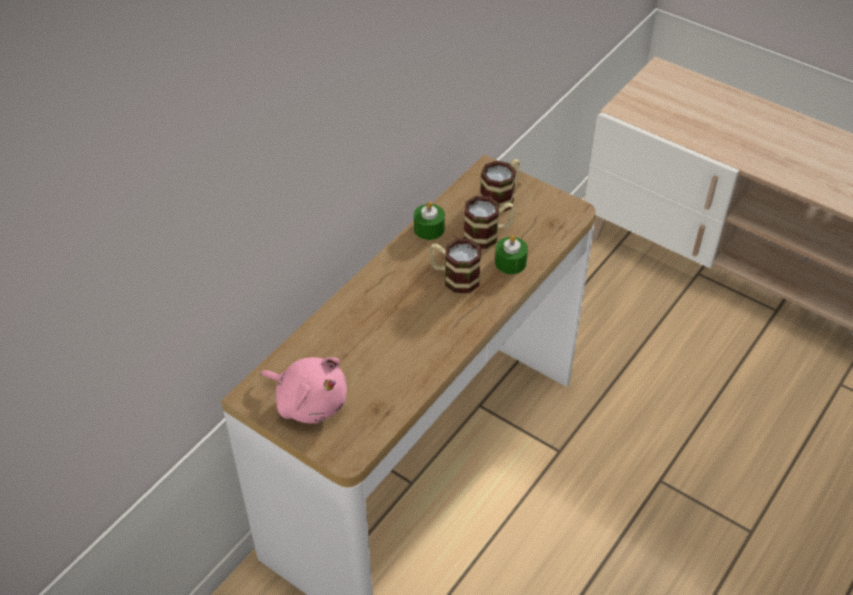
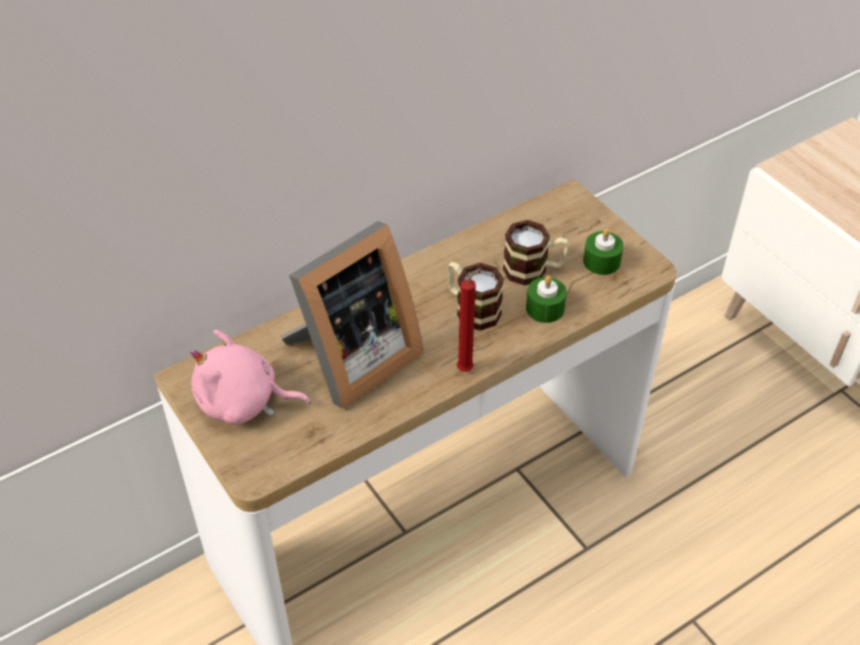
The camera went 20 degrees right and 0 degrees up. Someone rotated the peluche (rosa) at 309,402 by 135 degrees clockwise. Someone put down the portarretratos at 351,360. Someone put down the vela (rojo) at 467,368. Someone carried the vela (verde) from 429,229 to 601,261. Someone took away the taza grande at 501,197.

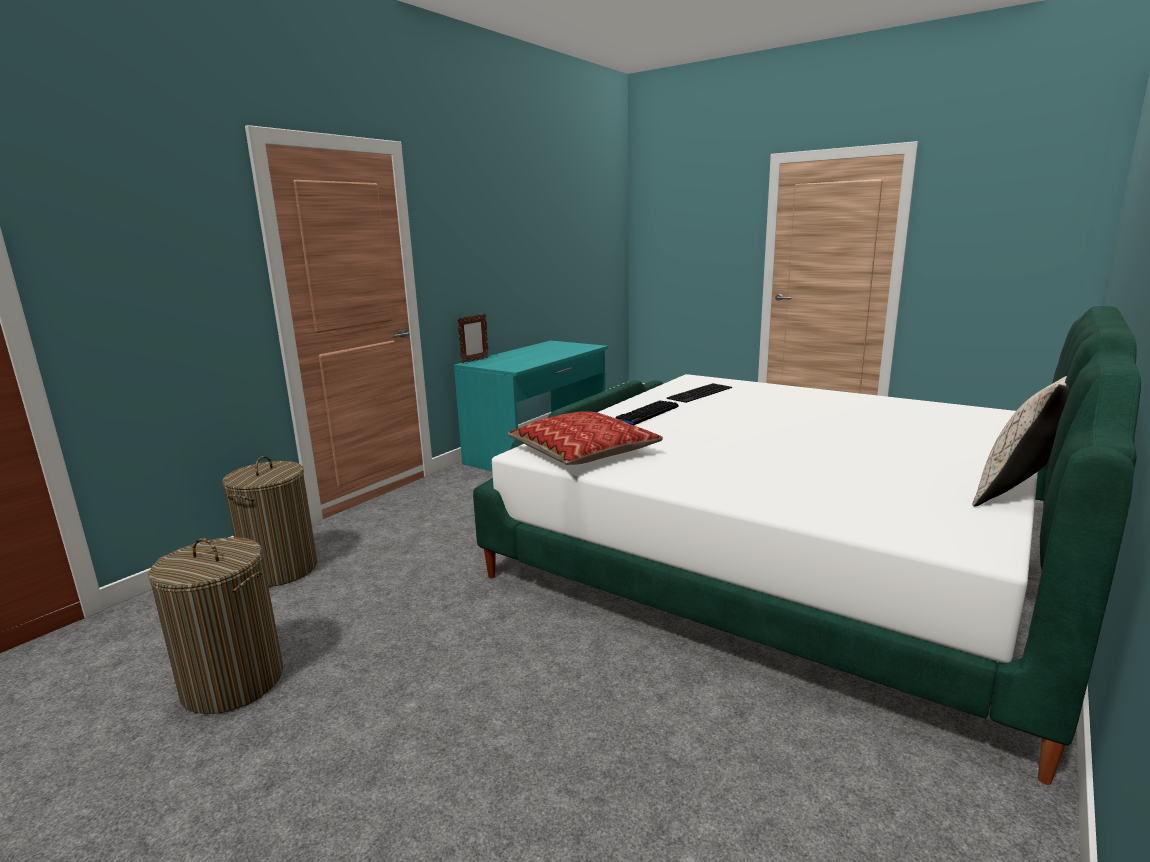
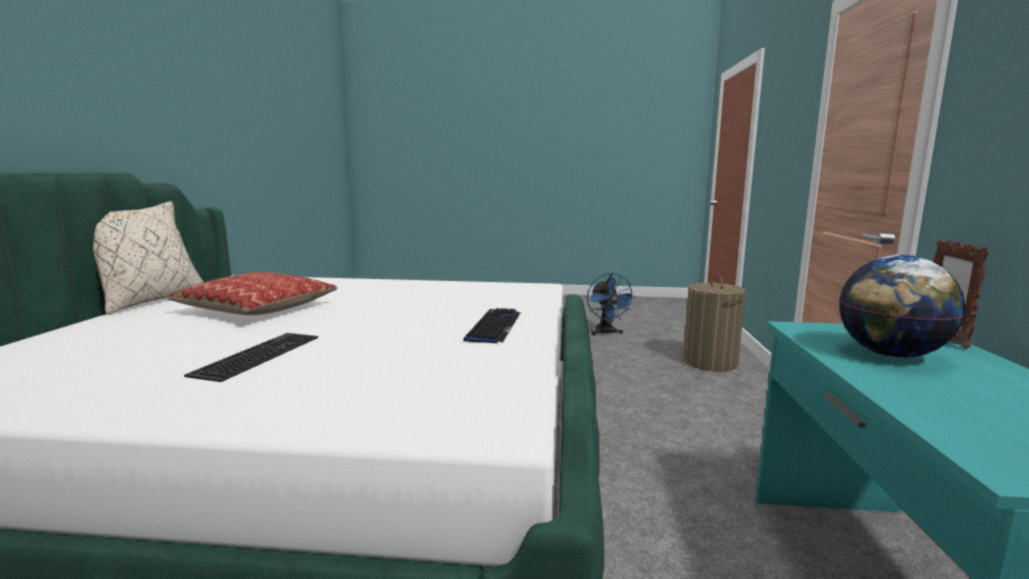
The camera went 150 degrees right and 5 degrees down. Someone carried the cojín from 583,452 to 257,308. Someone carried the teclado from 701,393 to 257,354. Someone swapped the cesto de la ropa at 232,682 for the ventilador (azul) at 606,333. Someone put down the globo terráqueo at 890,354.

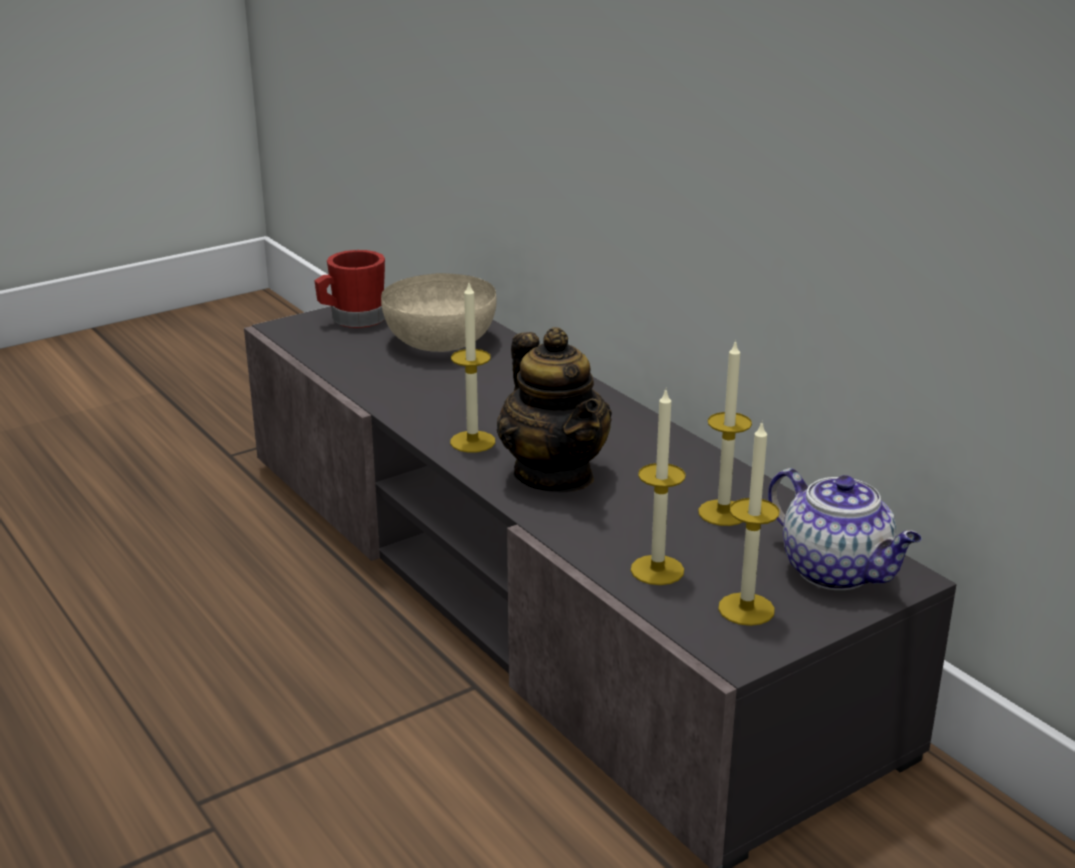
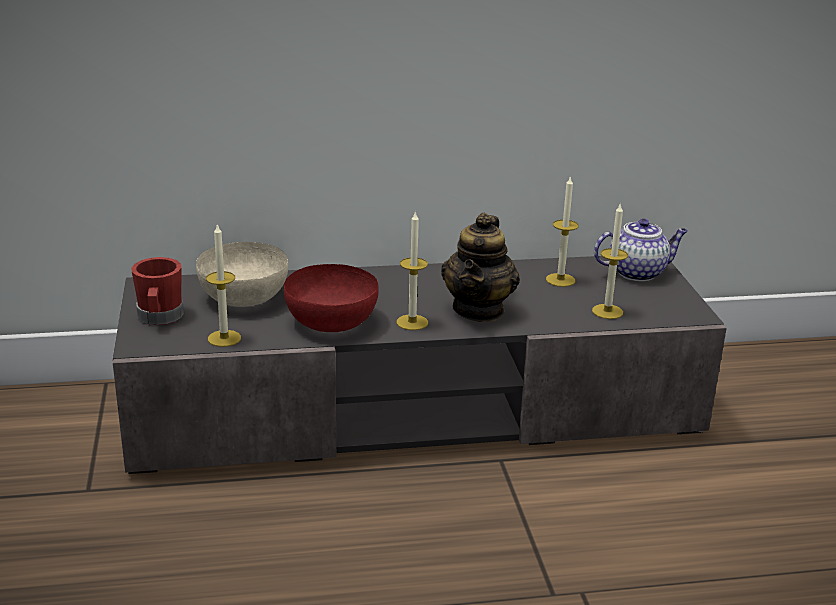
The camera went 65 degrees left and 0 degrees up. Someone carried the vela from 746,609 to 224,338. Someone put down the cuenco (rojo) at 330,321. Someone rotated the tetera at 554,475 by 105 degrees clockwise.

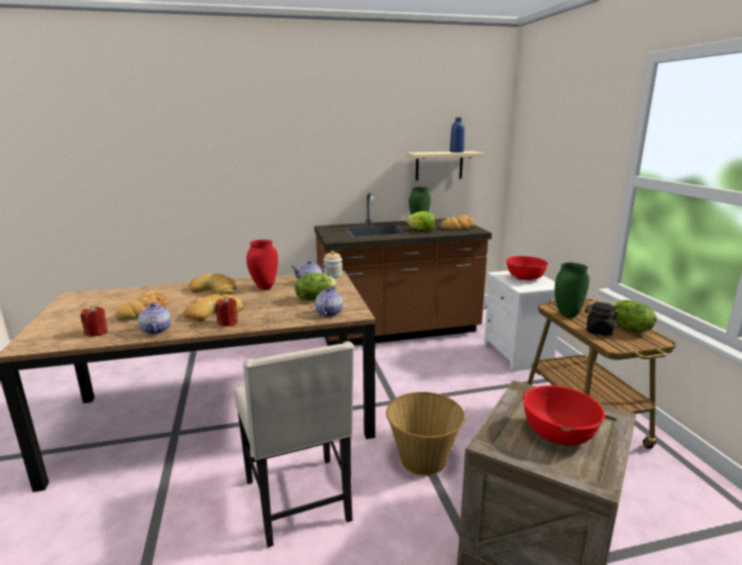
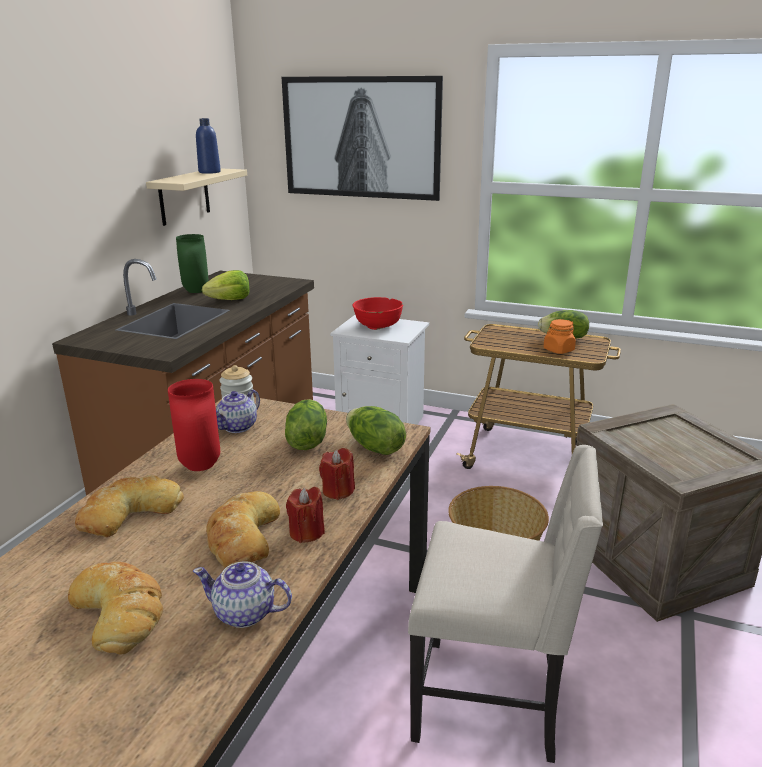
The camera went 55 degrees left and 5 degrees up. Someone put up the cuadro at 362,138. Someone carried the vela (rojo) from 96,333 to 338,491. Someone swapped the tetera at 328,313 for the lechuga at 374,448. Someone repainted the tarro (negro) at 598,331, which became the tarro (naranja) at 558,350. Someone took away the pan at 459,227. Someone took away the cuenco (rojo) at 558,434. Someone took away the florero (verde) at 568,315.

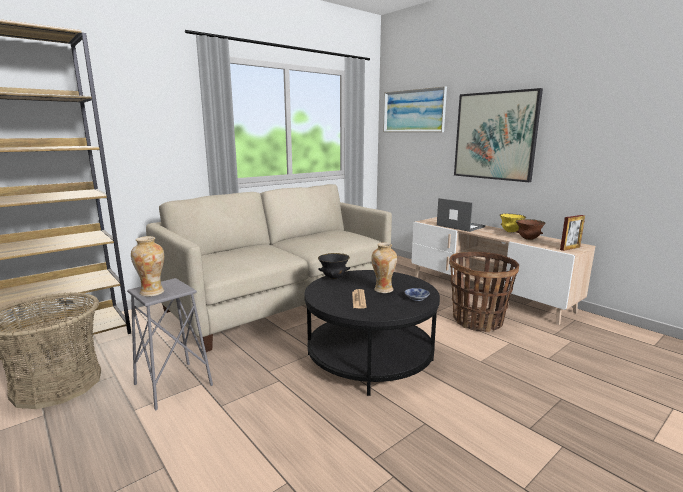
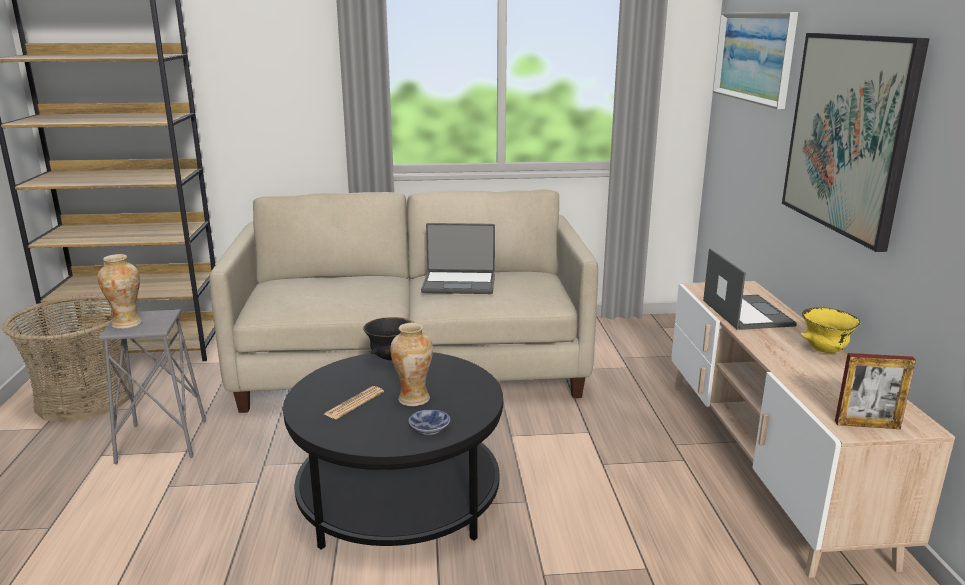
The camera went 35 degrees right and 5 degrees up. Someone put down the portátil at 459,284. Someone took away the cesta at 477,321. Someone took away the cuenco (marrón) at 528,239.

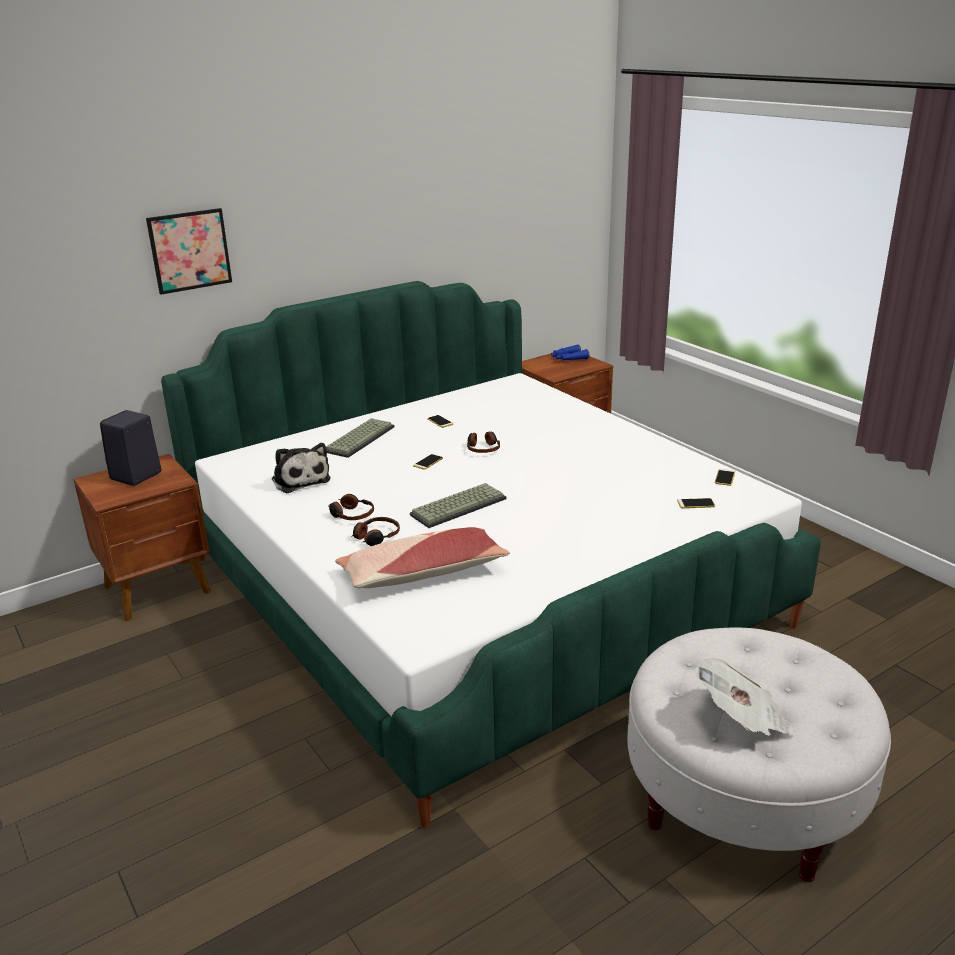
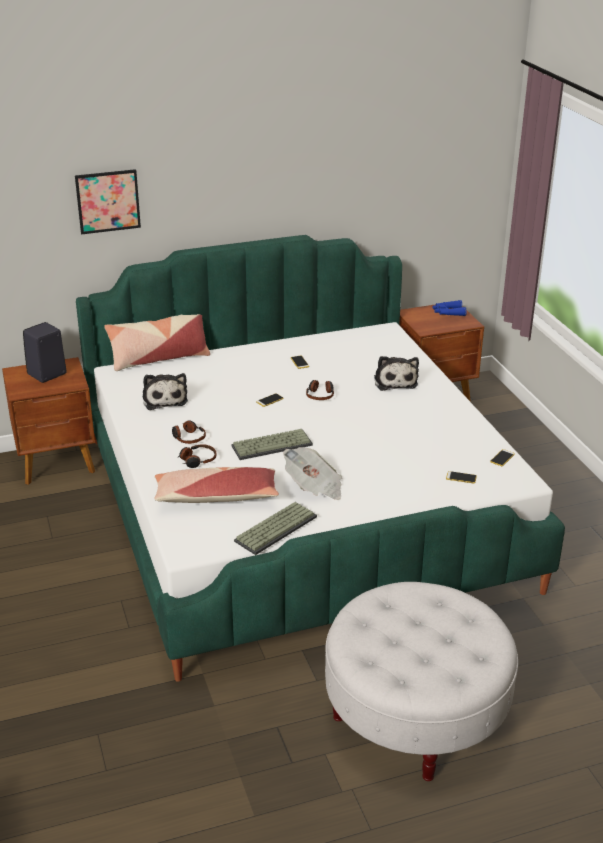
The camera went 15 degrees right and 5 degrees up. Someone put down the cojín at 159,358. Someone carried the teclado from 359,438 to 275,528. Someone carried the periódico from 742,719 to 314,487. Someone put down the peluche at 395,381.

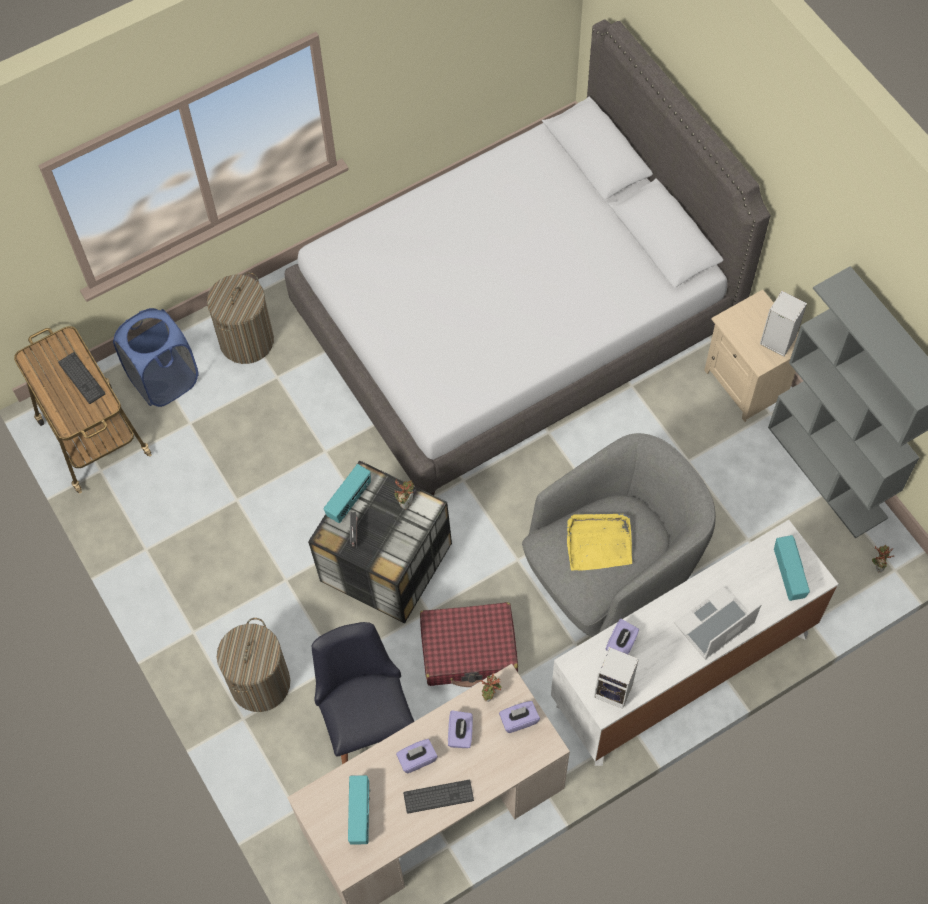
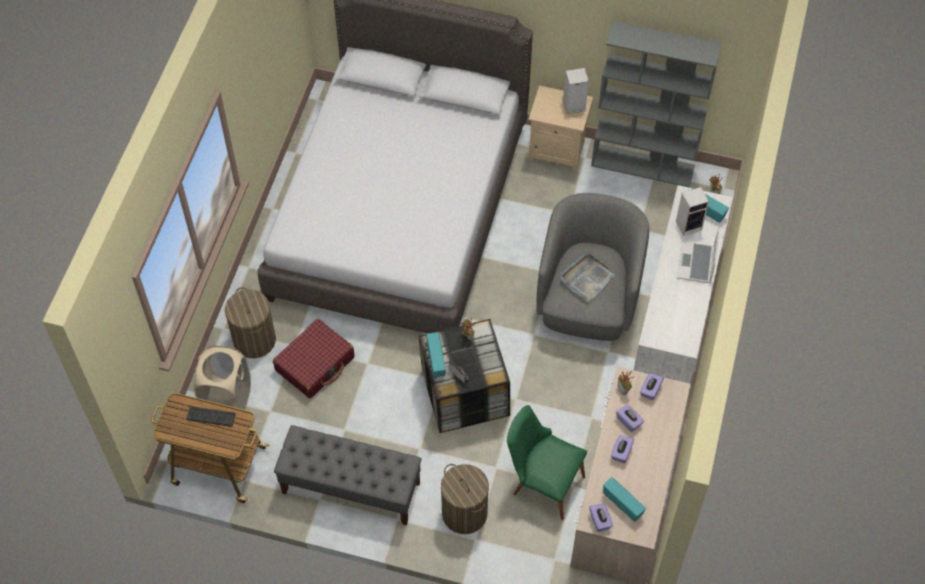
The camera went 45 degrees left and 5 degrees down. Someone repainted the cesto de la ropa (azul) at 164,380, which became the cesto de la ropa (beis) at 227,400. Someone carried the maleta (rojo) from 469,650 to 315,364. Someone put down the banco (gris) at 350,488. Someone repainted the silla (negro) at 366,720, which became the silla (verde) at 542,482. Someone repainted the bandeja (amarillo) at 598,543, which became the bandeja (gris) at 586,278. Someone carried the caja de pañuelos (morado) from 621,644 to 600,521. Someone carried the altavoz from 615,690 to 689,225. Someone took away the teclado at 438,796.

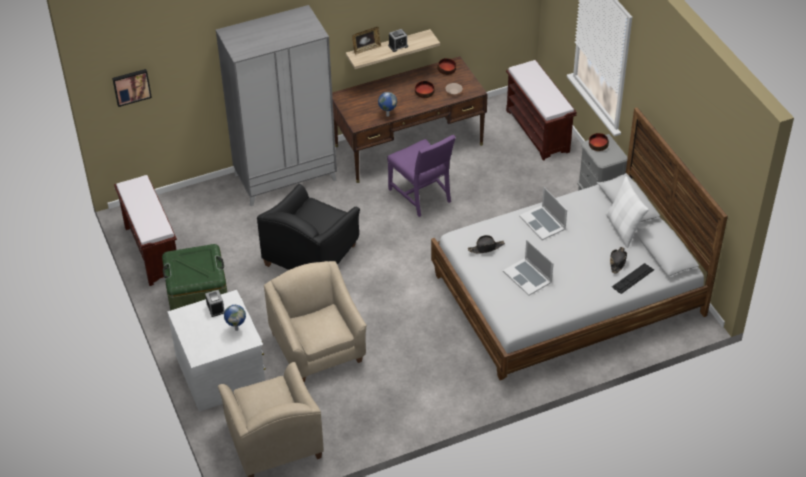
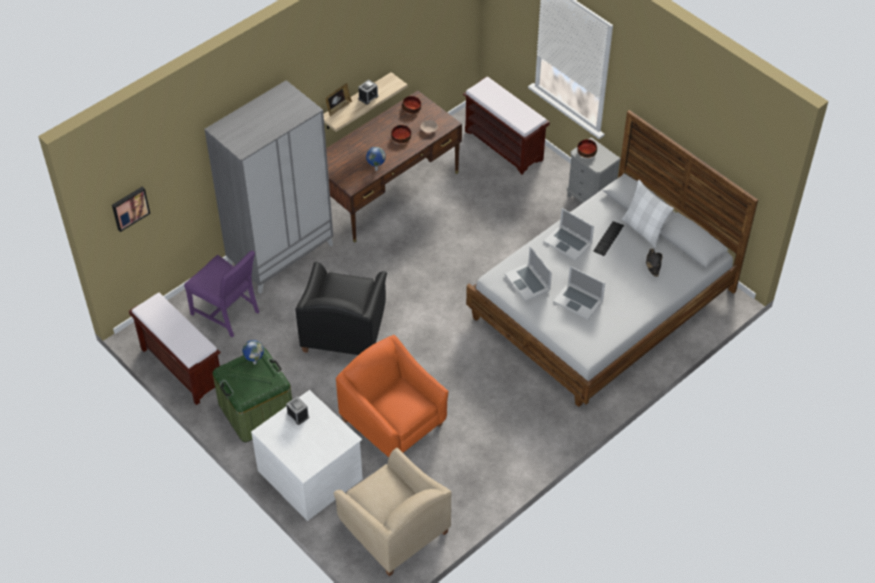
The camera went 20 degrees left and 5 degrees up. Someone carried the silla (morado) from 422,196 to 228,313. Someone carried the globo terráqueo from 236,329 to 254,362. Someone repainted the sillón (beis) at 318,347, which became the sillón (naranja) at 393,422. Someone swapped the sombrero (negro) at 486,248 for the portátil at 527,282. Someone carried the teclado from 632,278 to 608,238.

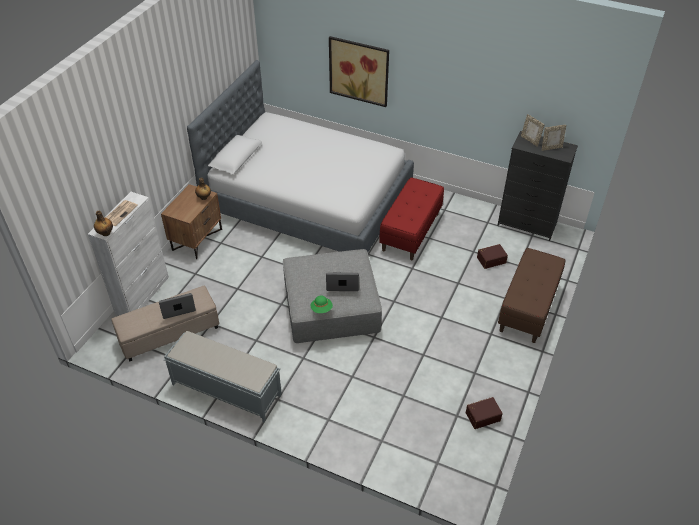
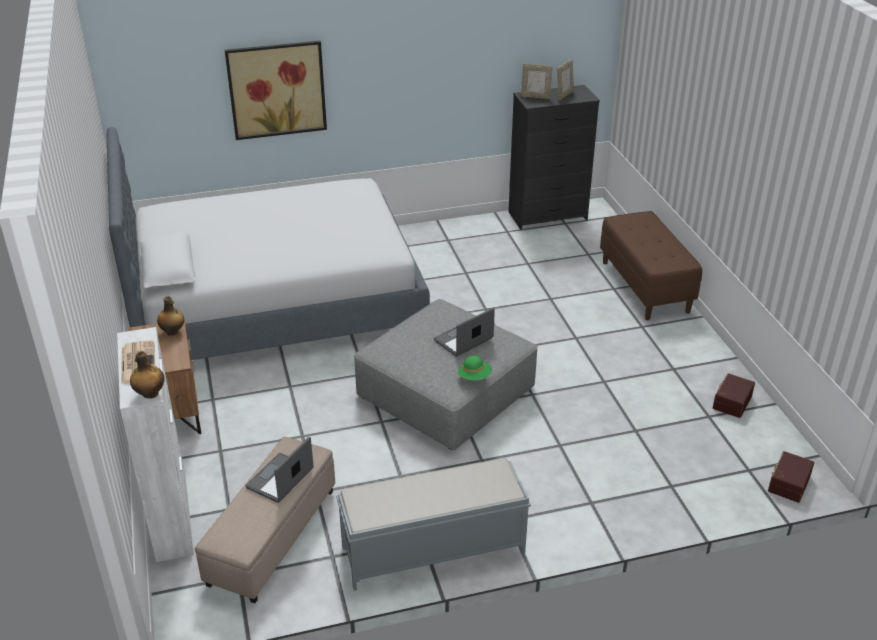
The camera went 40 degrees left and 10 degrees down. Someone carried the caja de almacenaje (marrón) from 491,259 to 787,483. Someone took away the banco (rojo) at 410,231.

